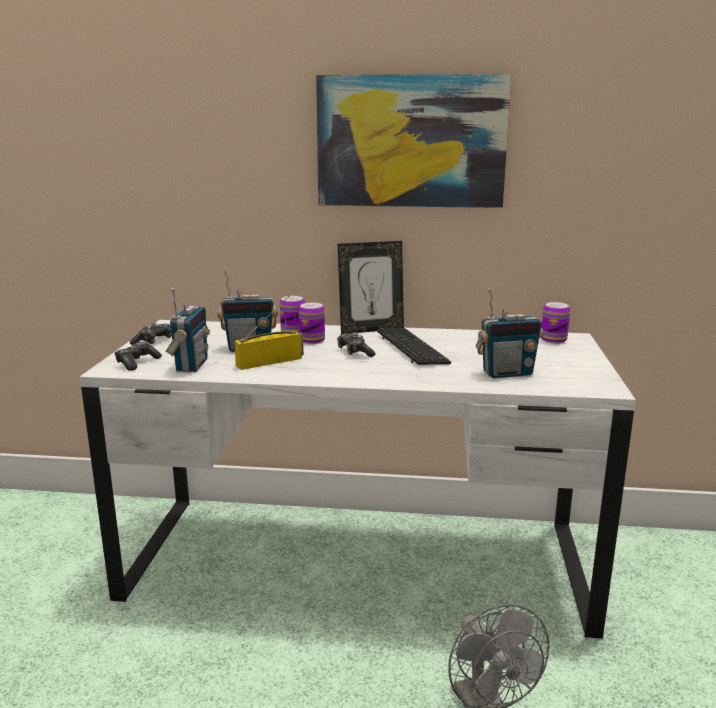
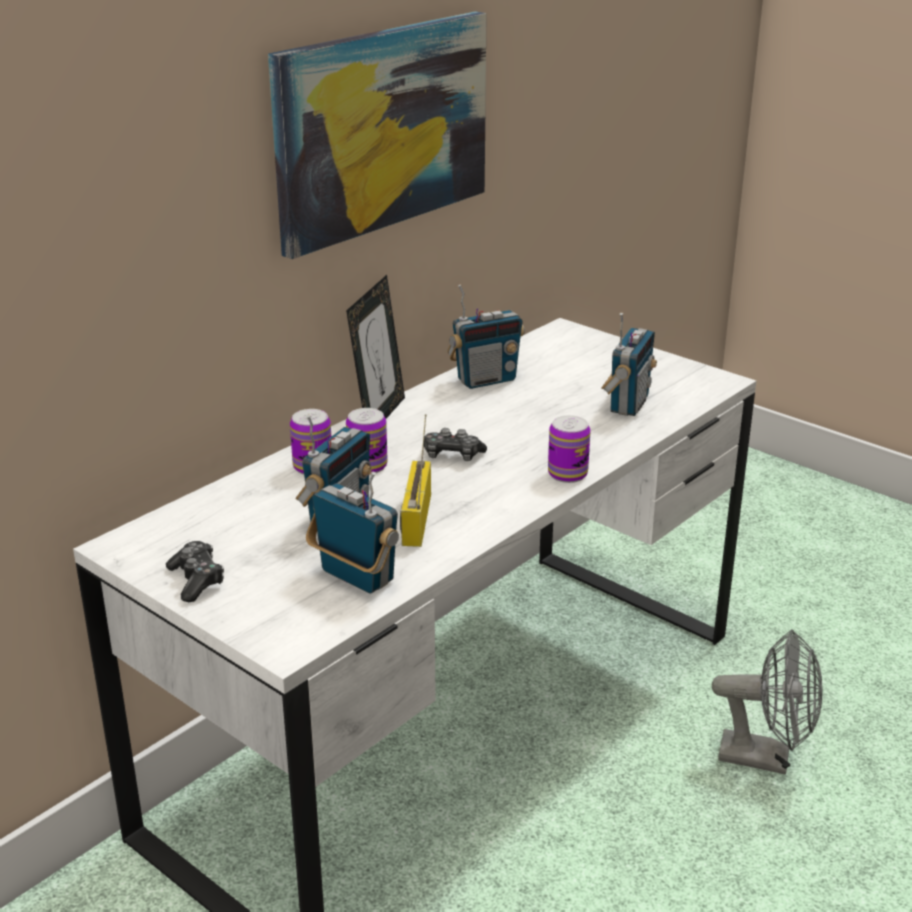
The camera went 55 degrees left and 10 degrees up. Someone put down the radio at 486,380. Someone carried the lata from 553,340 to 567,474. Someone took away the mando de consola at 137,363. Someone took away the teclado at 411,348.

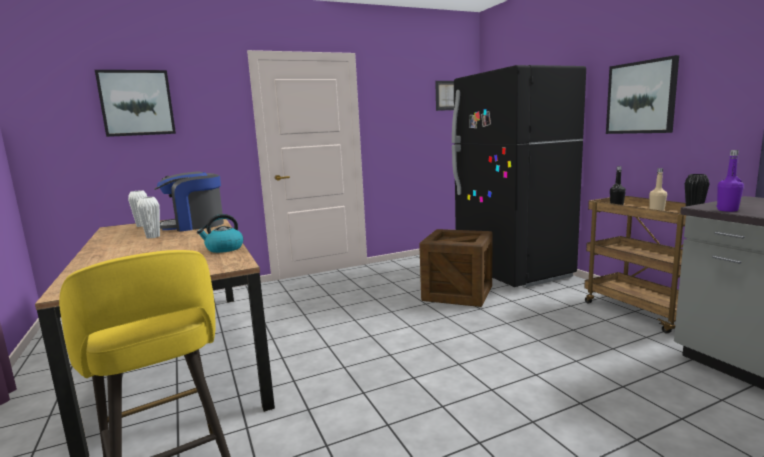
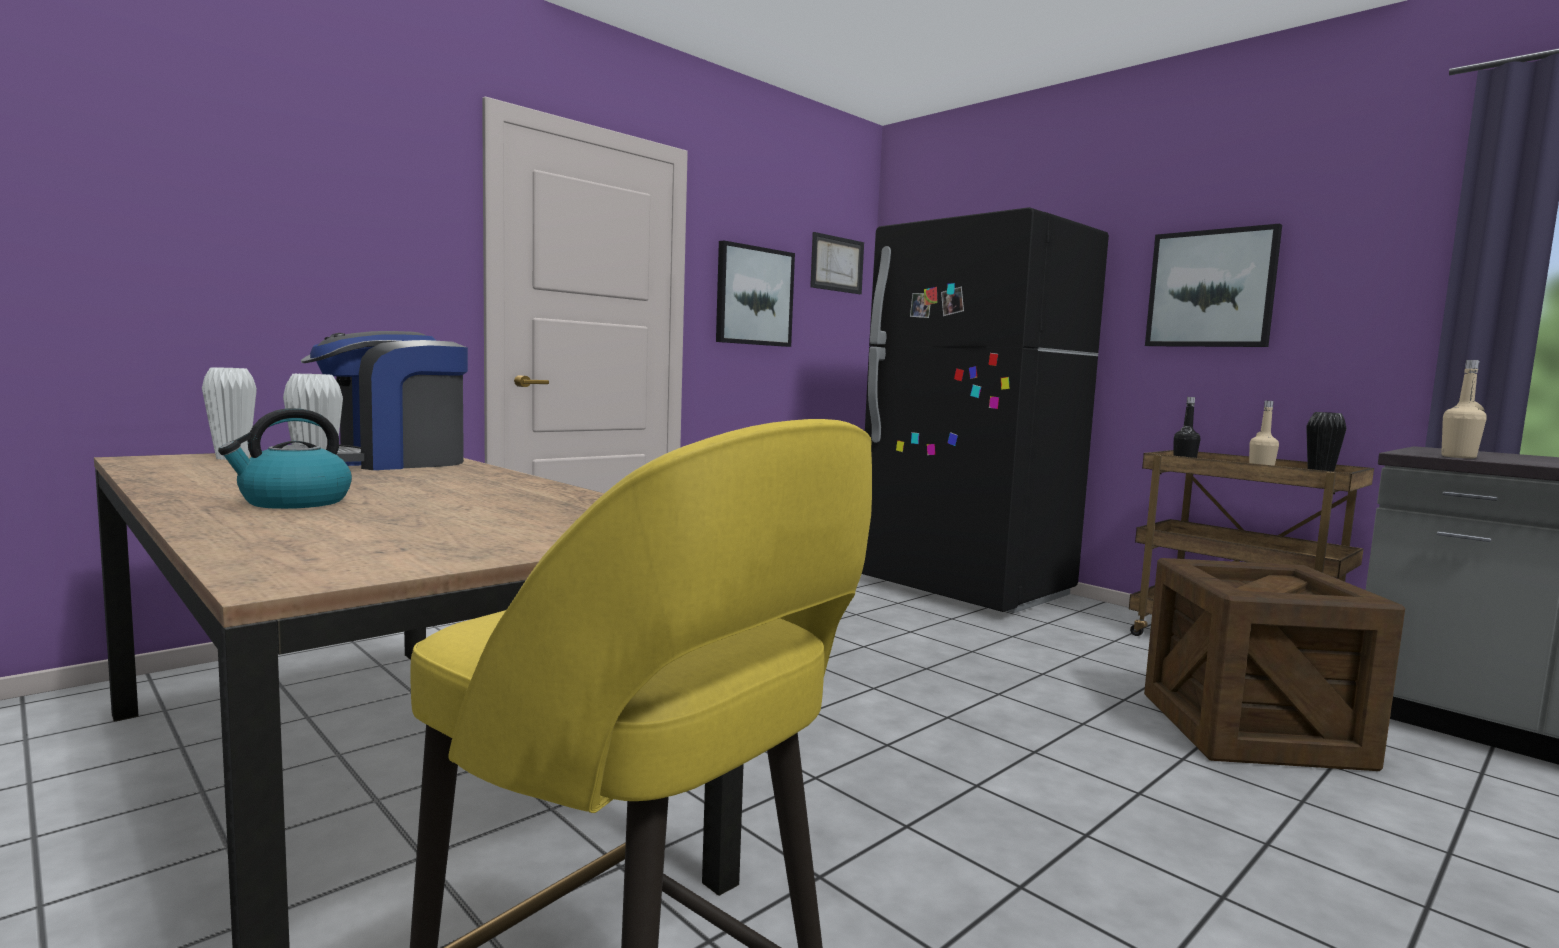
The camera went 20 degrees left and 5 degrees down. Someone carried the hervidor from 224,249 to 294,502. Someone carried the cuadro from 137,103 to 754,296. Someone carried the caja de embalaje from 457,293 to 1251,730. Someone repainted the botella (morado) at 727,210, which became the botella (beis) at 1458,457.

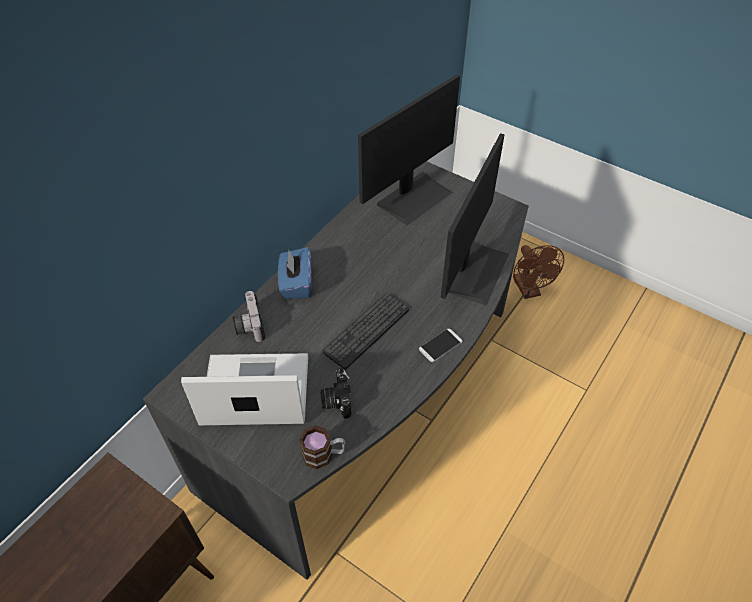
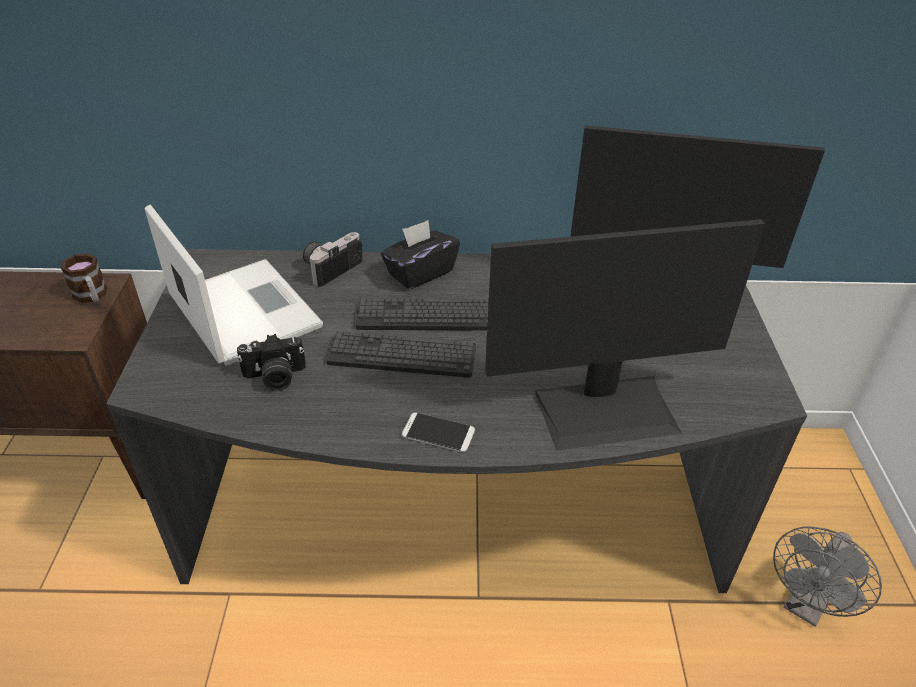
The camera went 55 degrees right and 10 degrees down. Someone carried the taza grande from 324,455 to 92,296. Someone rotated the cámara at 336,400 by 150 degrees counterclockwise. Someone put down the teclado at 425,316. Someone repainted the caja de pañuelos (azul) at 296,284, which became the caja de pañuelos (negro) at 420,273. Someone repainted the ventilador (marrón) at 529,290, which became the ventilador (gris) at 806,606.

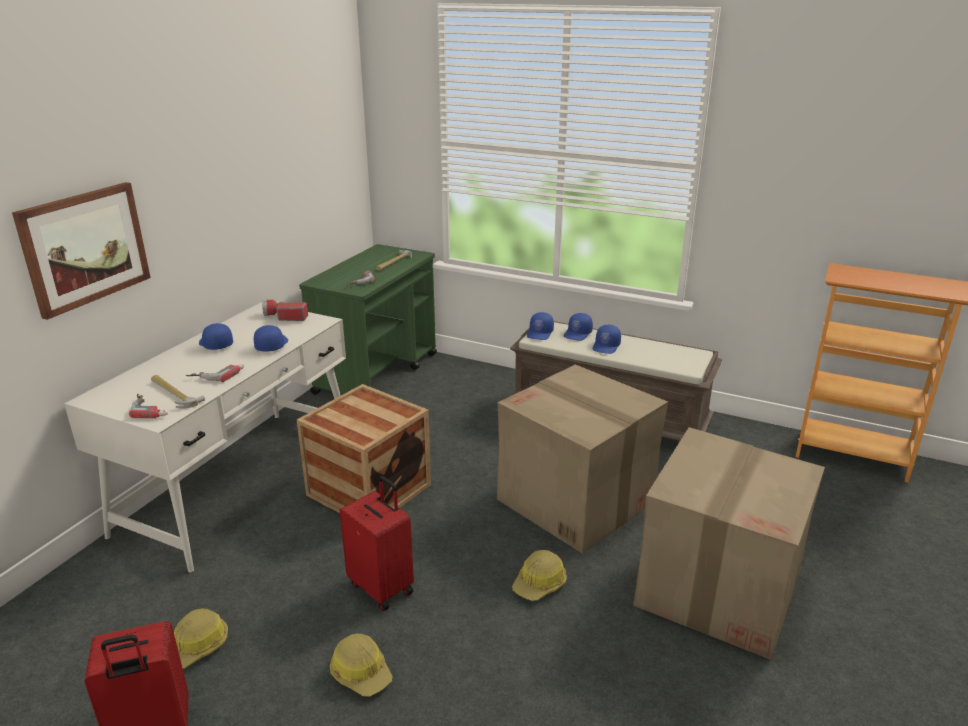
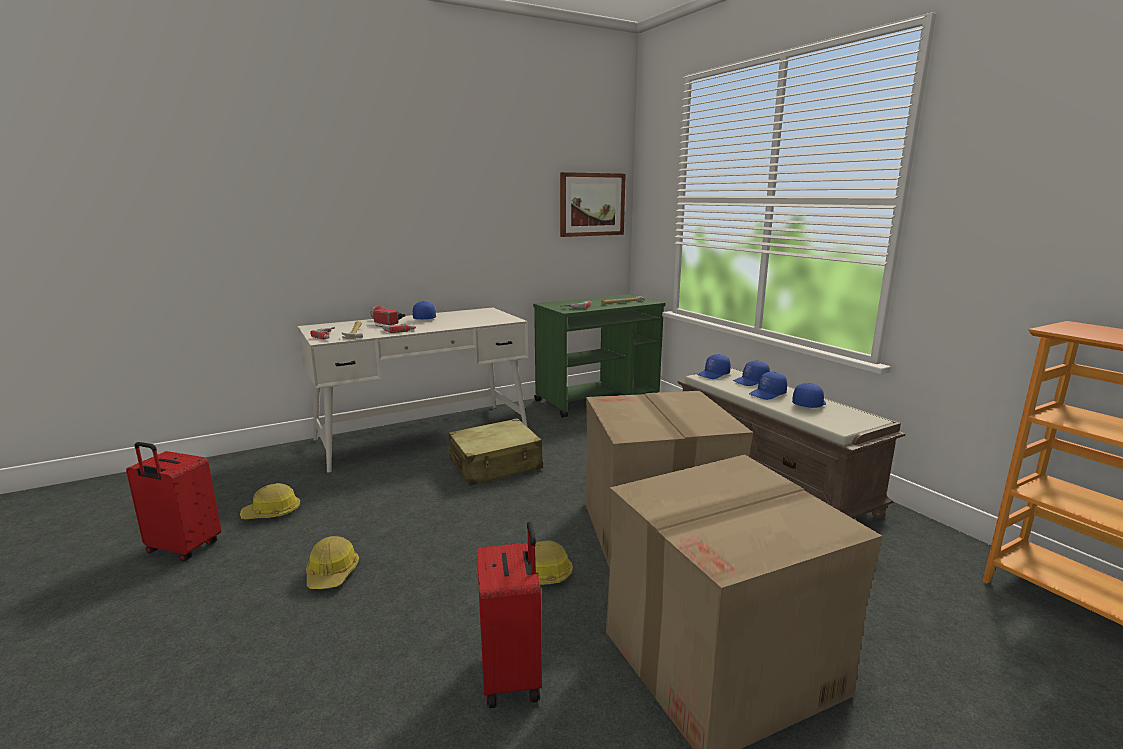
The camera went 35 degrees right and 10 degrees down. Someone carried the linterna from 285,316 to 385,322. Someone swapped the caja de embalaje at 369,490 for the maleta (beis) at 496,465. Someone carried the maleta (rojo) from 382,587 to 513,676. Someone carried the cuadro from 85,247 to 592,204. Someone carried the gorra (azul) from 271,345 to 808,404.

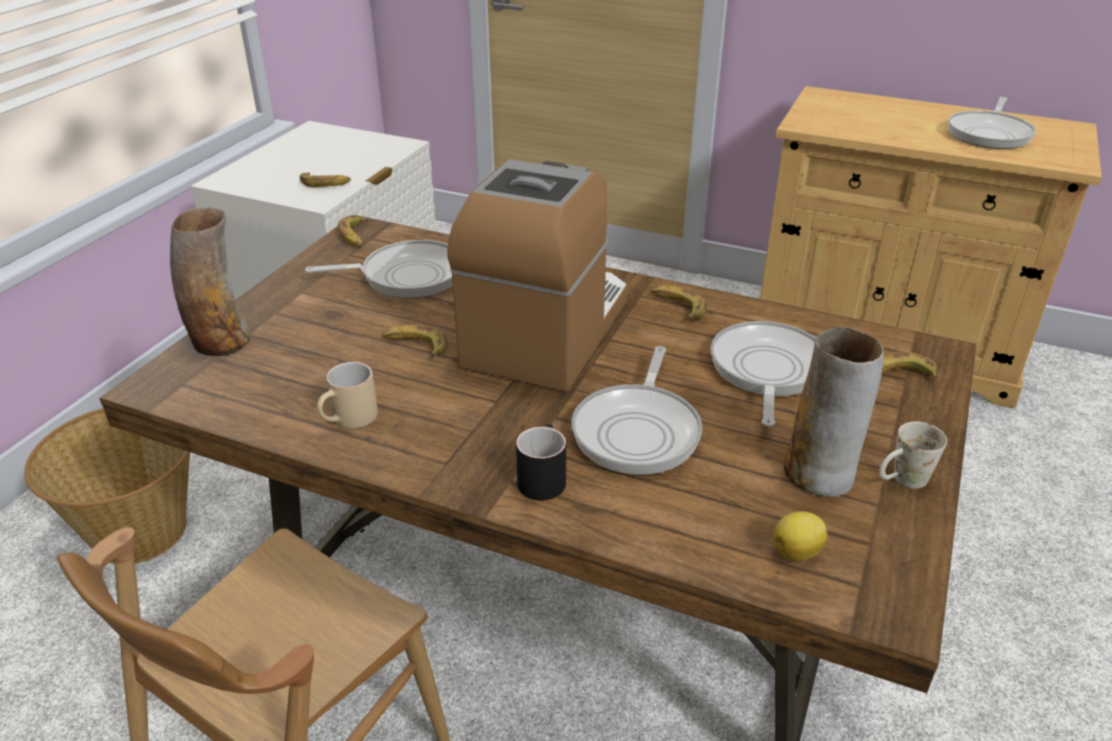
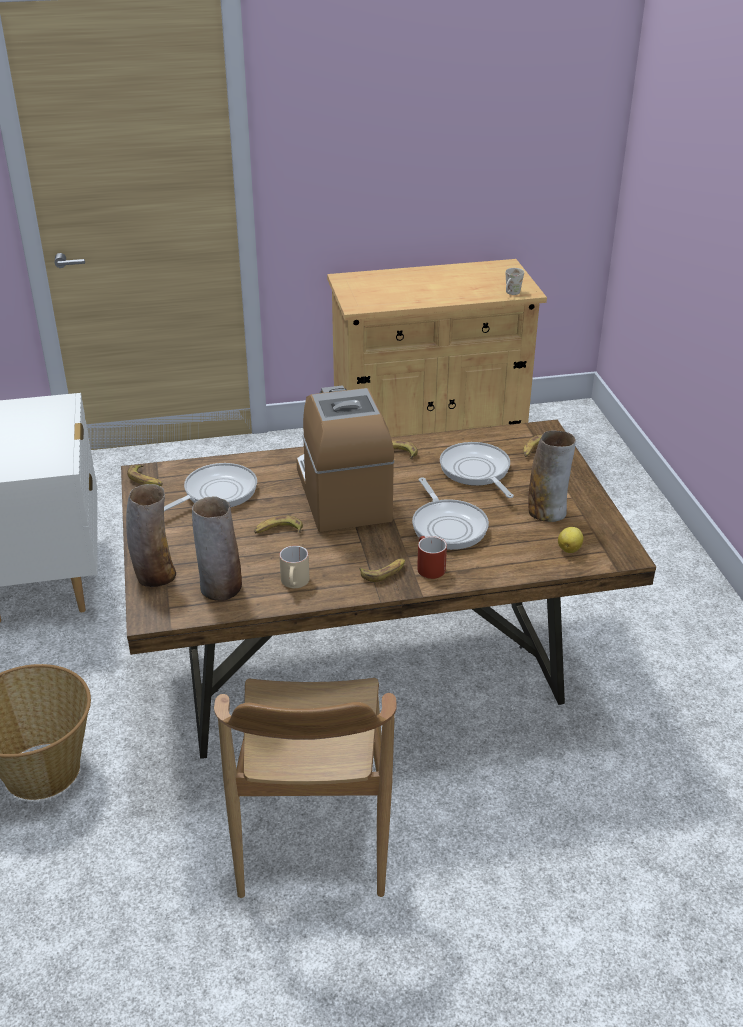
The camera went 35 degrees left and 0 degrees up. Someone put down the florero at 220,589. Someone carried the plátano from 325,183 to 384,572. Someone repainted the taza grande (negro) at 541,477, which became the taza grande (rojo) at 427,567. Someone carried the taza grande (blanco) from 901,481 to 511,294. Someone took away the sartén at 990,134.

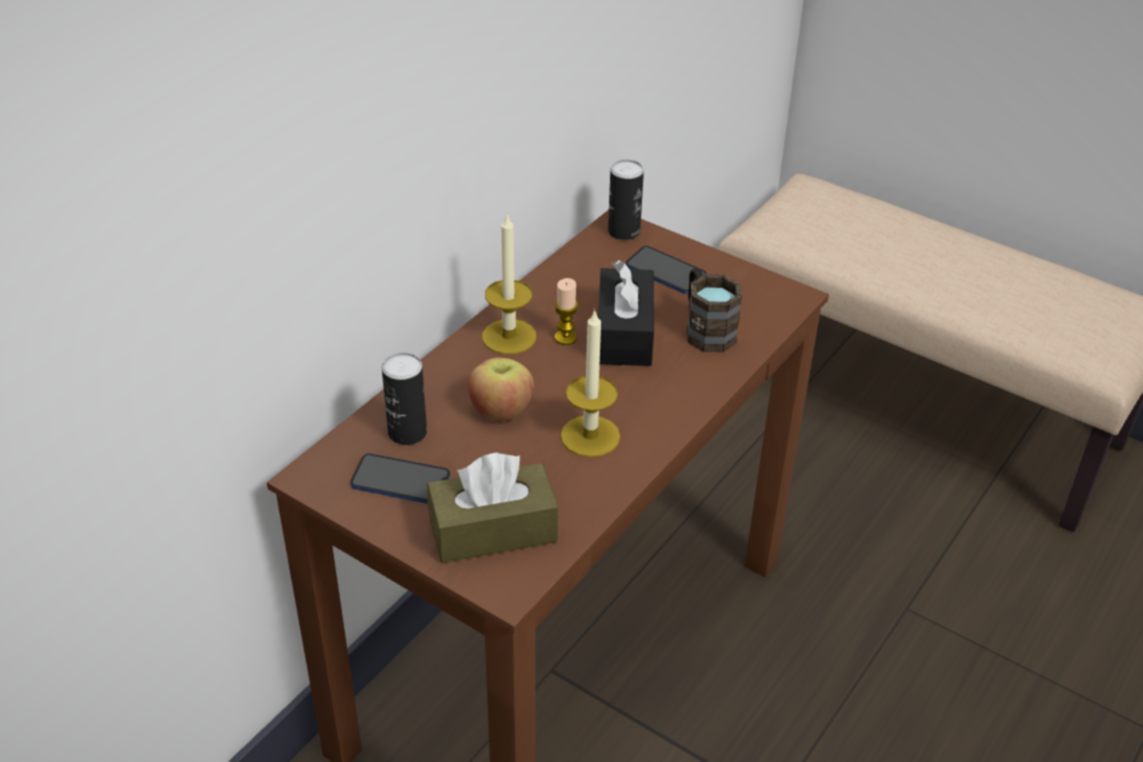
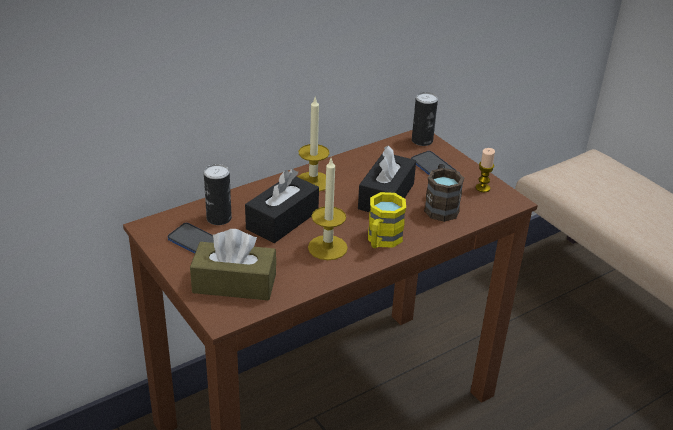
The camera went 20 degrees right and 5 degrees down. Someone swapped the manzana at 501,410 for the caja de pañuelos (negro) at 282,220. Someone put down the taza grande (amarillo) at 382,241. Someone carried the vela from 565,338 to 482,188.

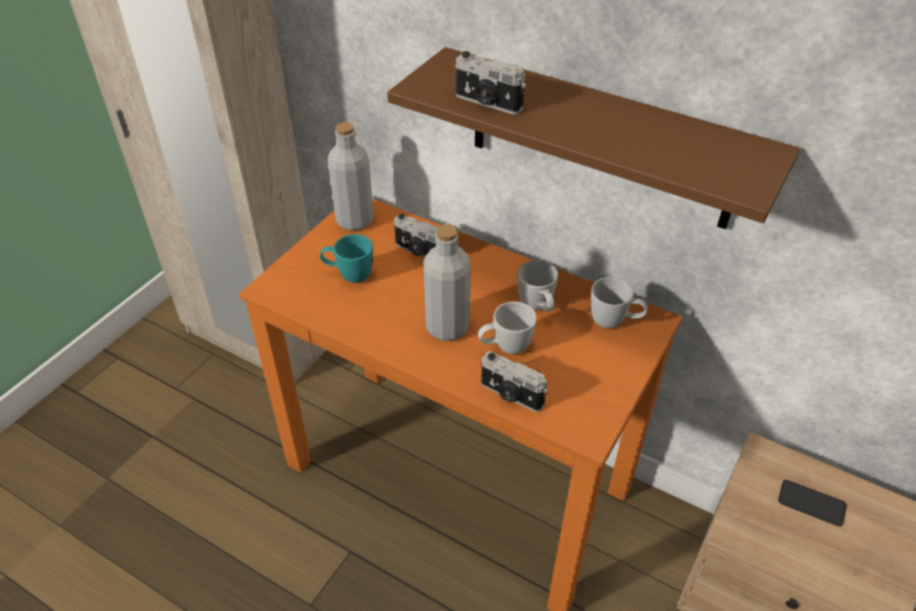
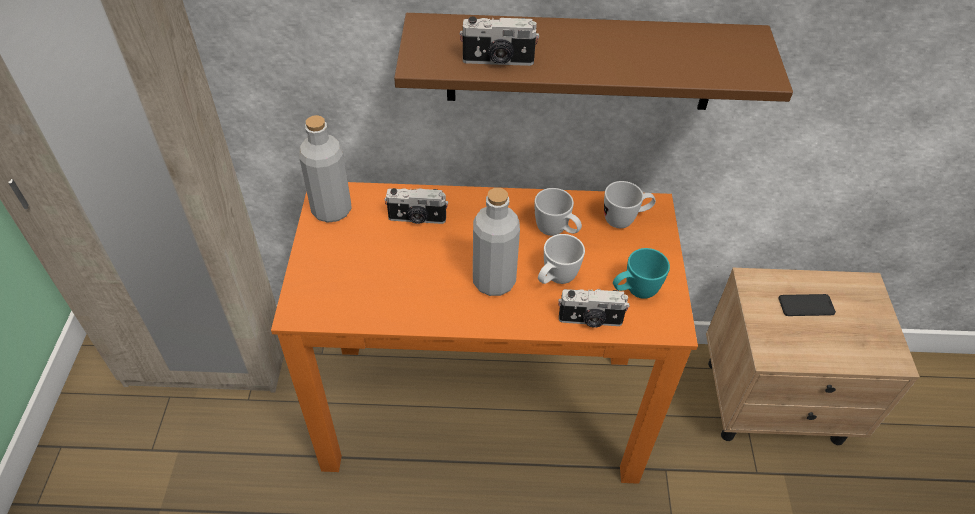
The camera went 30 degrees left and 5 degrees up. Someone carried the taza grande (turquesa) from 349,275 to 634,292.

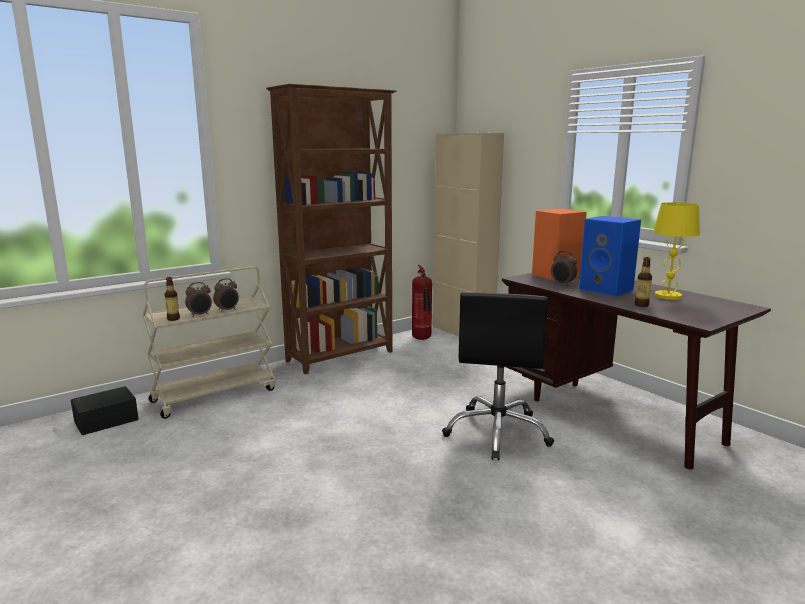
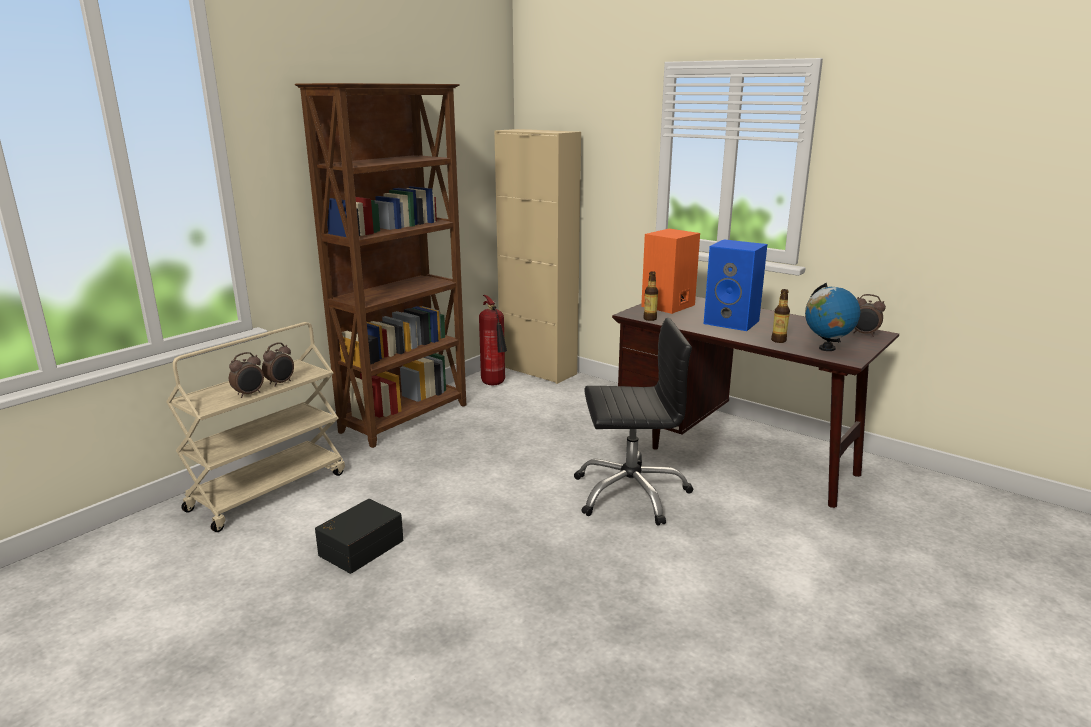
The camera went 15 degrees left and 5 degrees up. Someone carried the caja de almacenaje (negro) from 106,420 to 360,547. Someone rotated the silla de oficina (negro) at 498,432 by 90 degrees counterclockwise. Someone carried the botella from 173,319 to 650,319. Someone put down the globo terráqueo at 826,348. Someone carried the despertador from 562,284 to 864,334. Someone took away the lámpara de mesa (amarillo) at 668,296.

